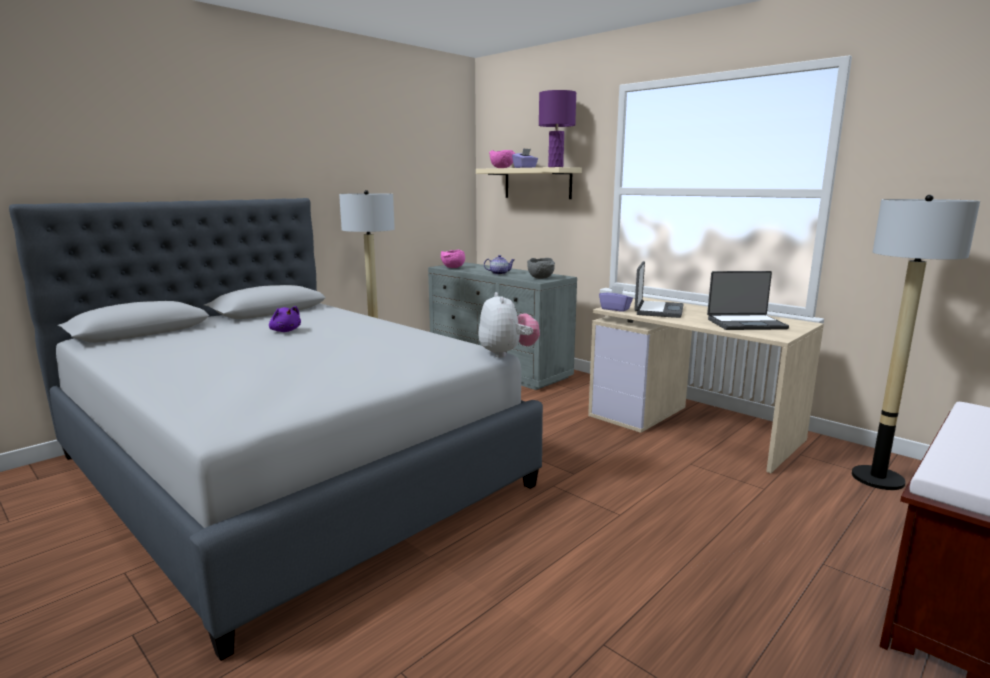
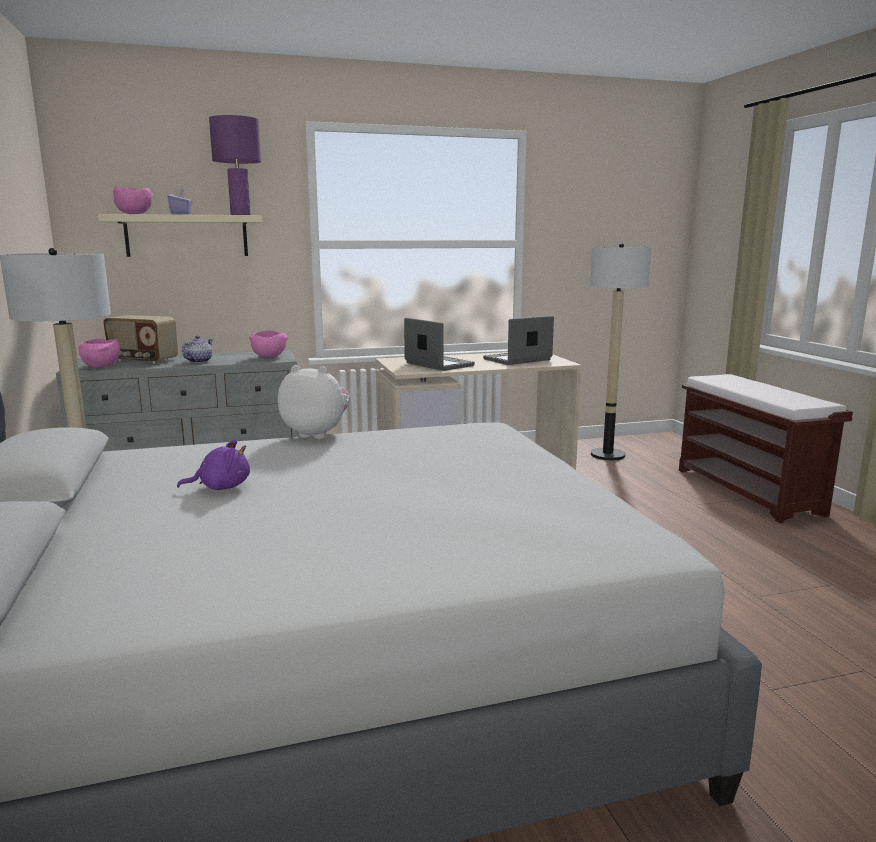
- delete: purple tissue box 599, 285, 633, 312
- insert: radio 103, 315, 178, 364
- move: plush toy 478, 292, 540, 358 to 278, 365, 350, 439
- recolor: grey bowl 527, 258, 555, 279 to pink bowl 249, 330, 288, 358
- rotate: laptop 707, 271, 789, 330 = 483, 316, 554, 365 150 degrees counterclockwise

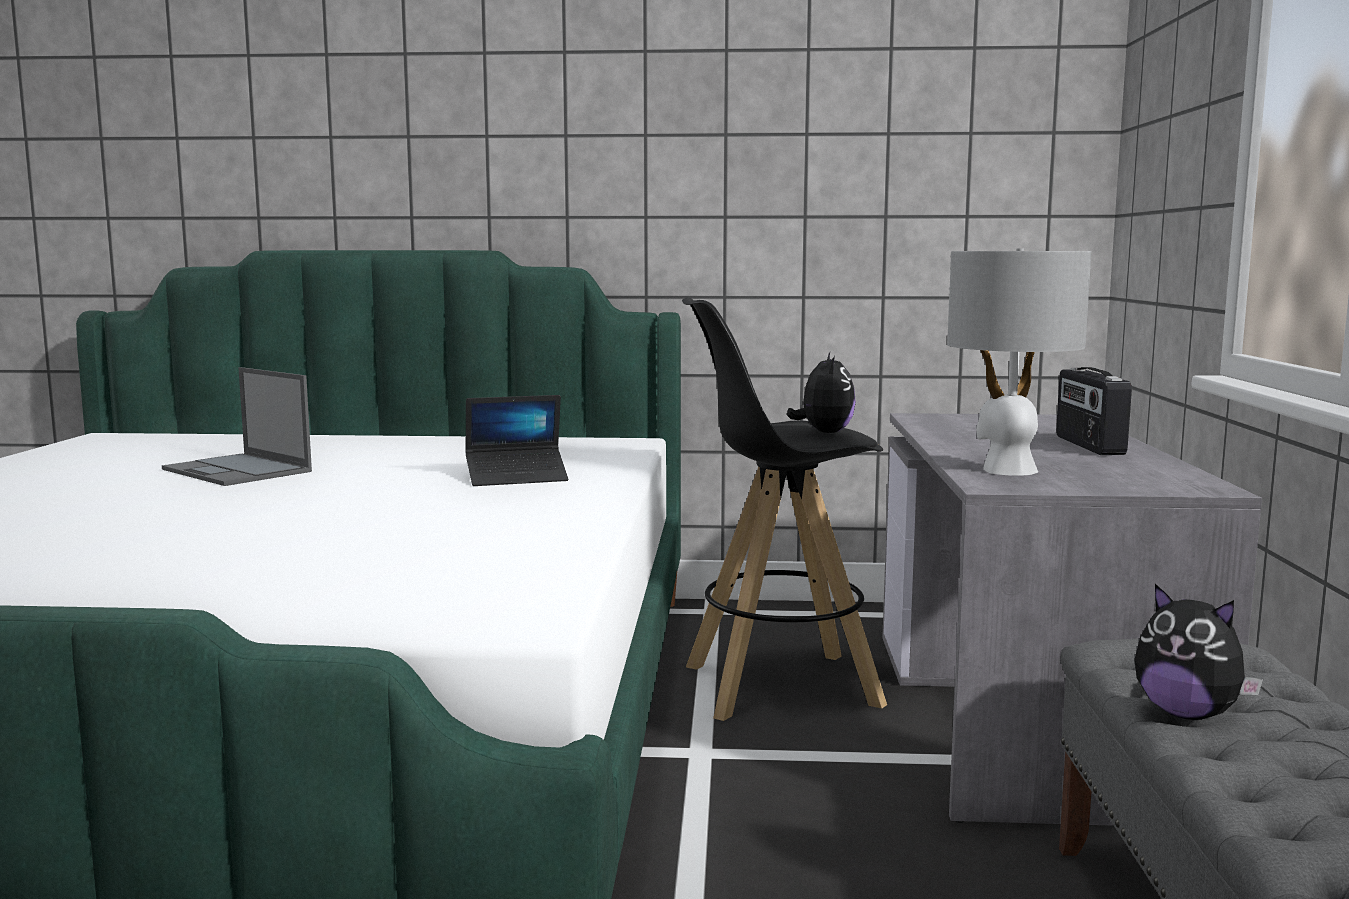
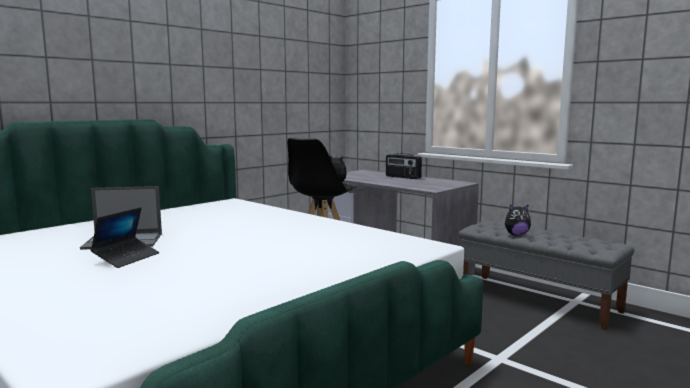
- delete: grey table lamp 947, 249, 1091, 476
- move: laptop 465, 395, 568, 486 to 91, 207, 159, 268

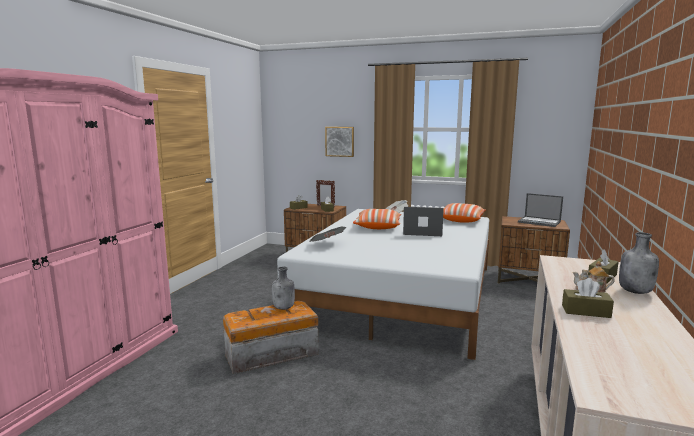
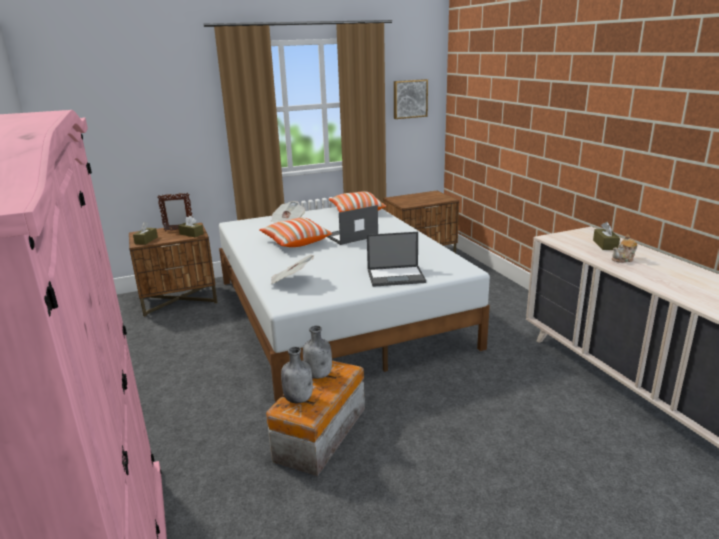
- delete: brown tissue box 562, 278, 614, 318
- move: picture 325, 127, 354, 157 to 394, 79, 428, 119
- move: laptop 518, 193, 563, 227 to 367, 232, 426, 287
- move: grey bottle 619, 232, 659, 294 to 281, 347, 313, 403

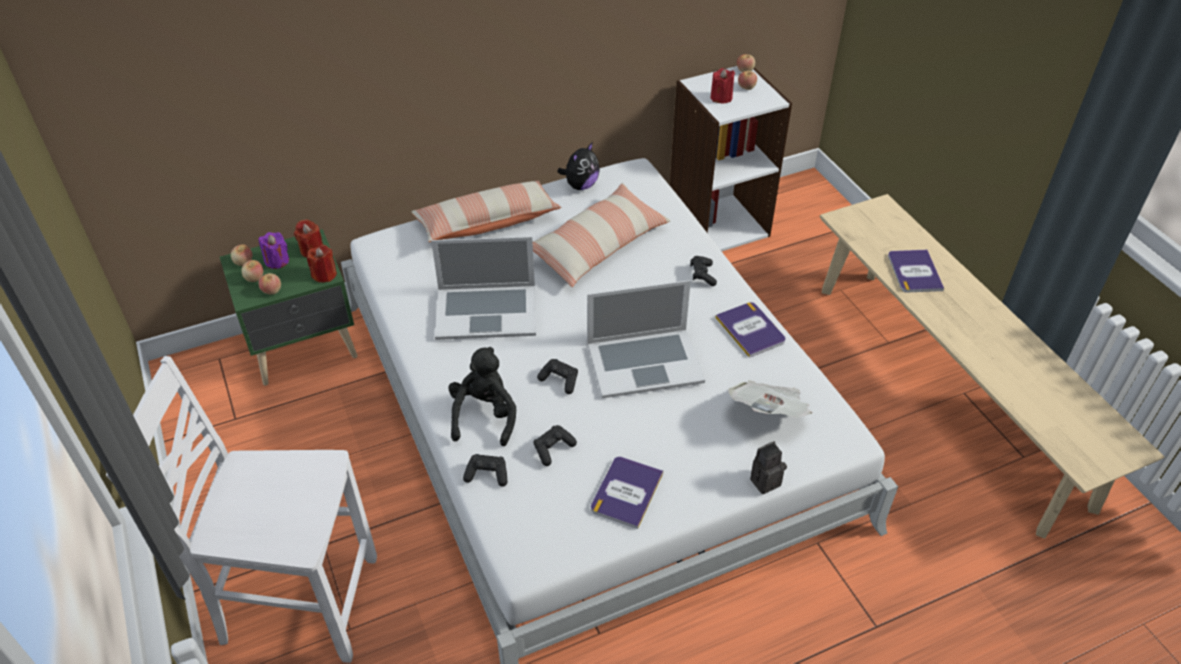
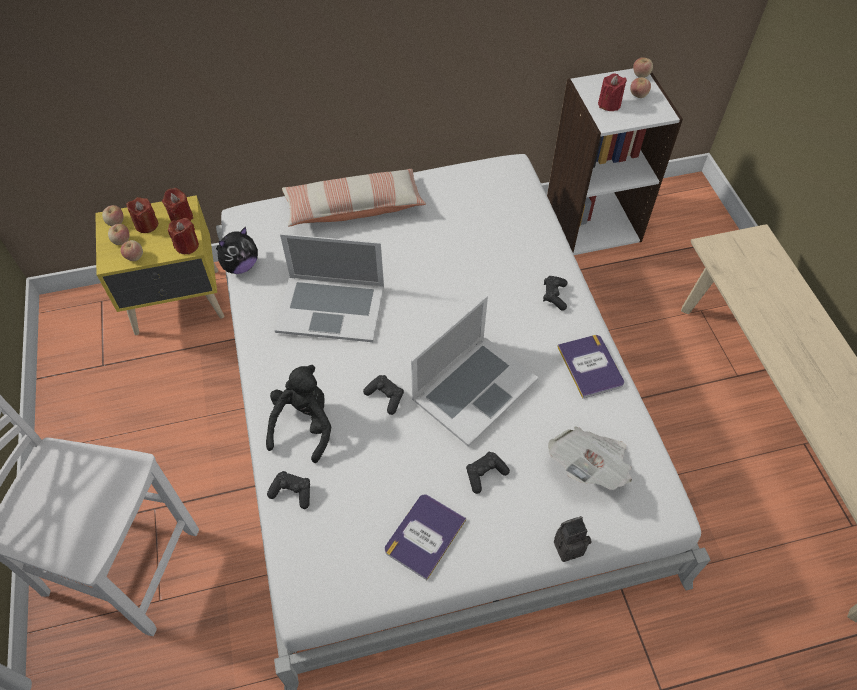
- delete: pillow 533, 182, 670, 287
- delete: book 888, 250, 944, 292
- move: black game controller 533, 425, 577, 466 to 466, 452, 510, 494
- move: plush toy 557, 142, 600, 190 to 216, 227, 258, 274
- recolor: green nightstand 220, 229, 358, 386 to yellow nightstand 95, 195, 224, 335
- recolor: purple candle 258, 232, 289, 269 to red candle 126, 197, 158, 233
- rotate: laptop 587, 280, 705, 398 = 411, 296, 539, 447 45 degrees counterclockwise

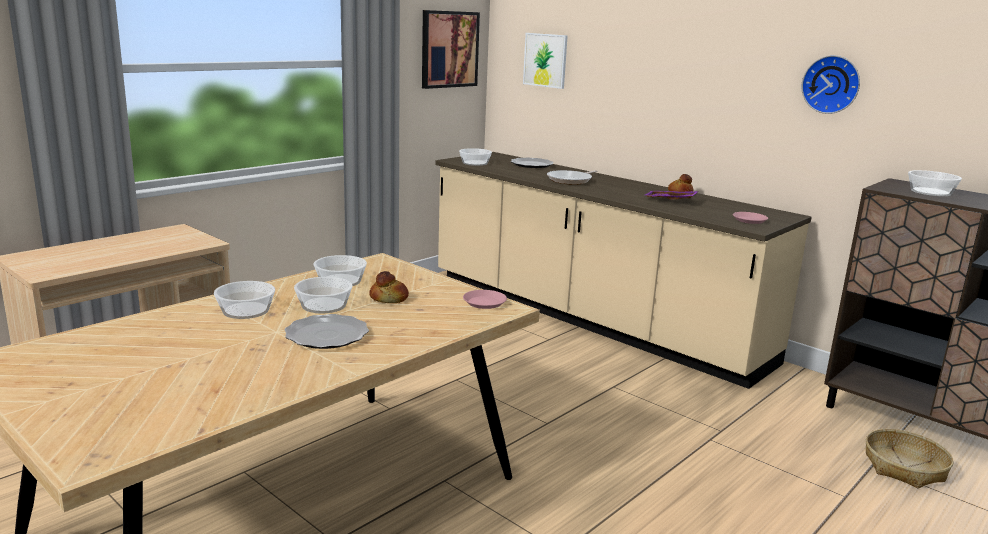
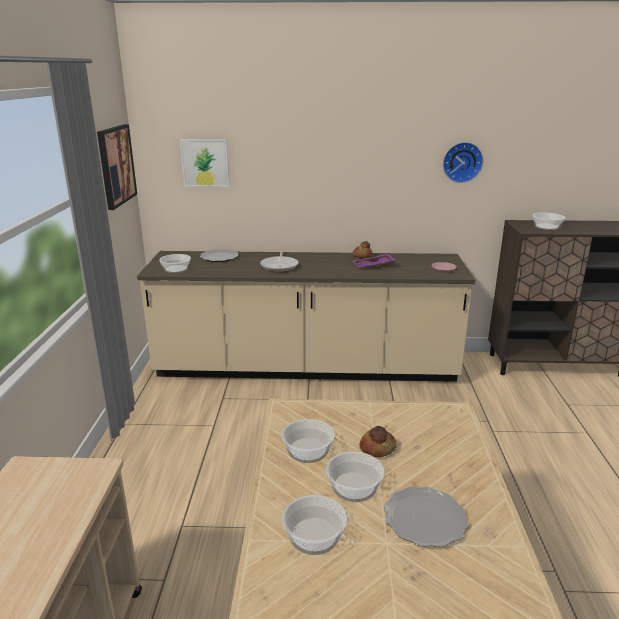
- delete: pink plate 463, 290, 507, 309
- delete: basket 866, 429, 954, 488

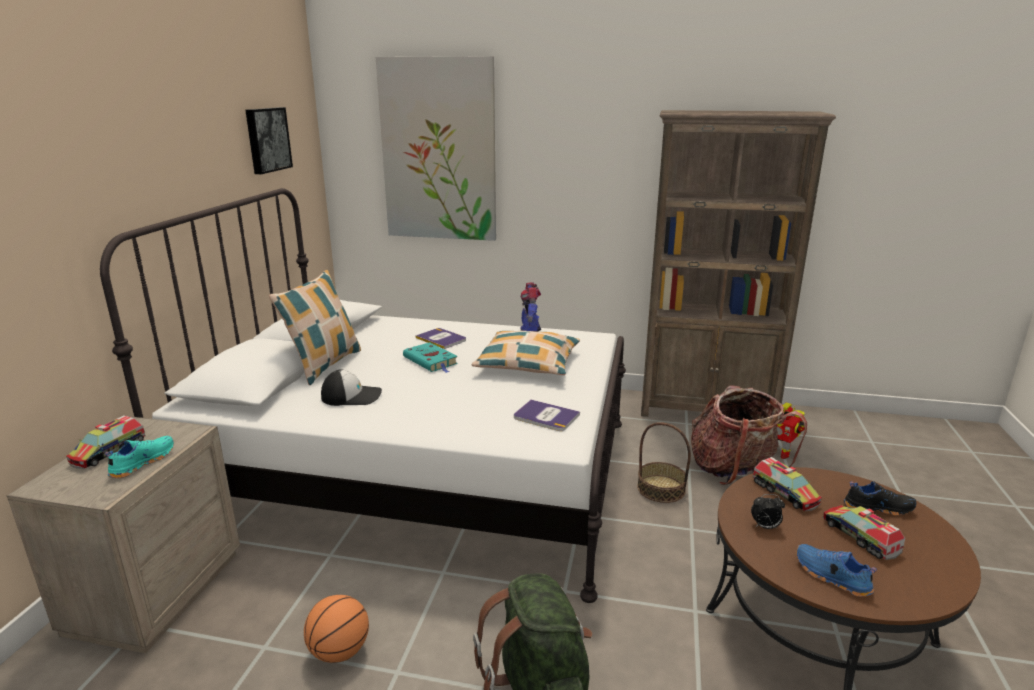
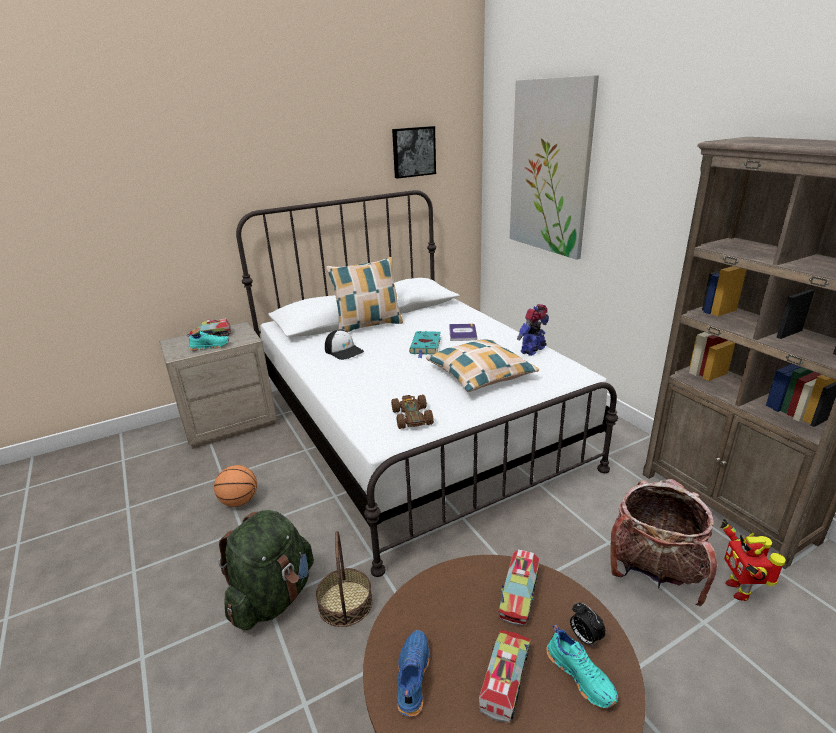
- move: basket 637, 422, 691, 503 to 316, 531, 373, 627
- move: alarm clock 751, 494, 785, 529 to 570, 603, 606, 648
- replace: book 514, 400, 580, 431 to brown toy car 391, 395, 434, 429
- recolor: black shoe 843, 481, 917, 516 to turquoise shoe 546, 624, 618, 708

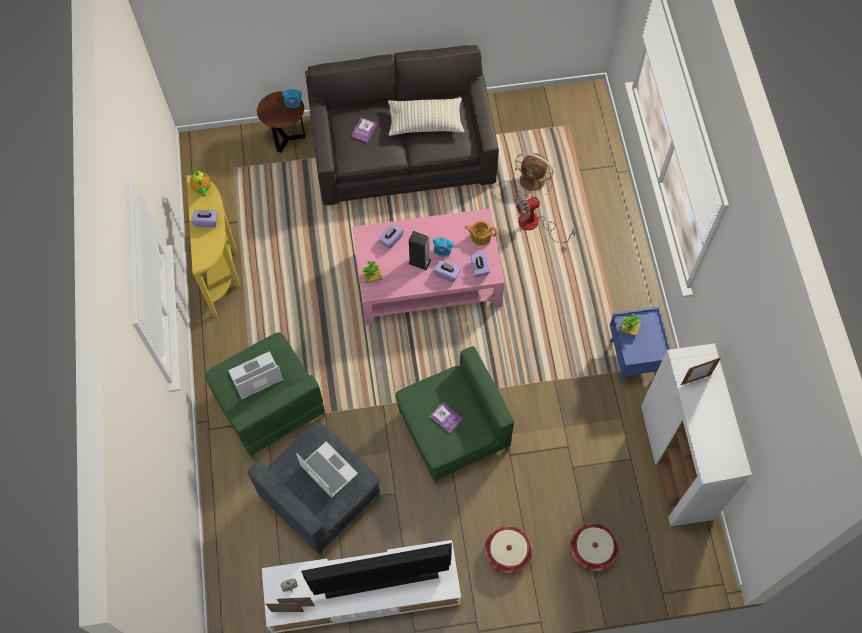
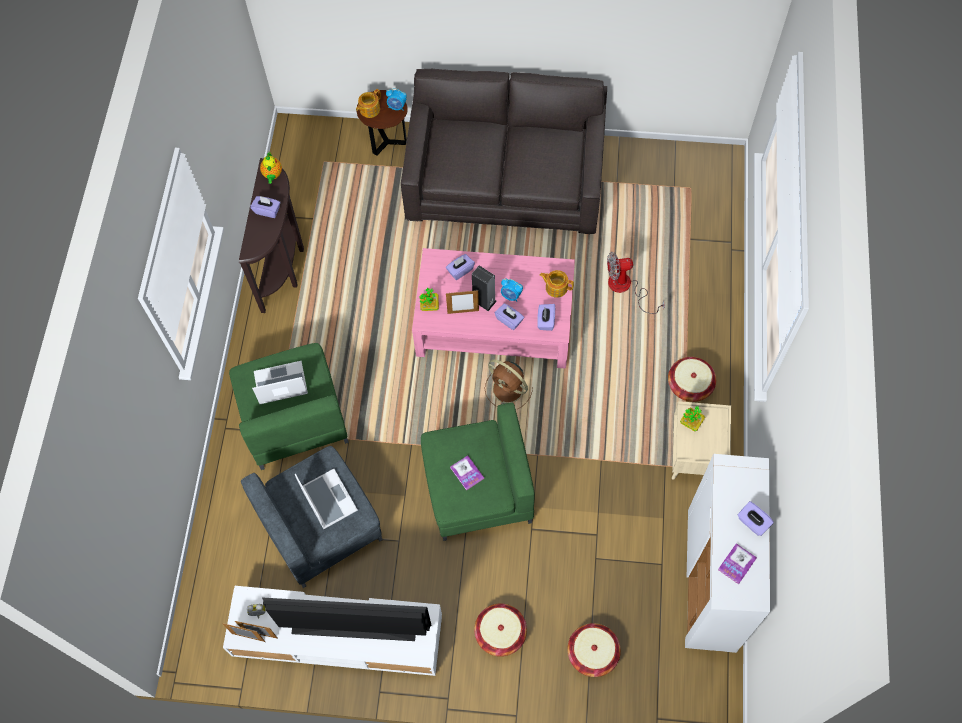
- delete: pillow 388, 97, 465, 136
- insert: teapot 356, 89, 381, 118
- insert: basket 668, 357, 716, 402
- insert: purple tissue box 737, 501, 774, 536
- move: book 351, 118, 377, 142 to 718, 543, 757, 584
- move: brown fan 513, 153, 554, 196 to 484, 359, 533, 409
- move: picture frame 681, 357, 721, 385 to 446, 290, 479, 314
- recolor: yellow console table 186, 175, 240, 317 to brown console table 239, 158, 304, 313
- recolor: blue nightstand 610, 307, 671, 383 to beige nightstand 672, 401, 731, 480

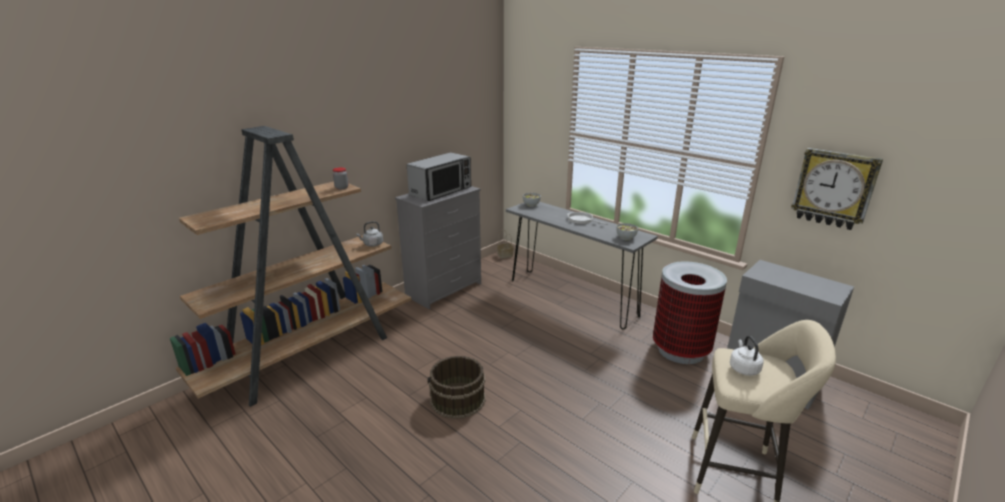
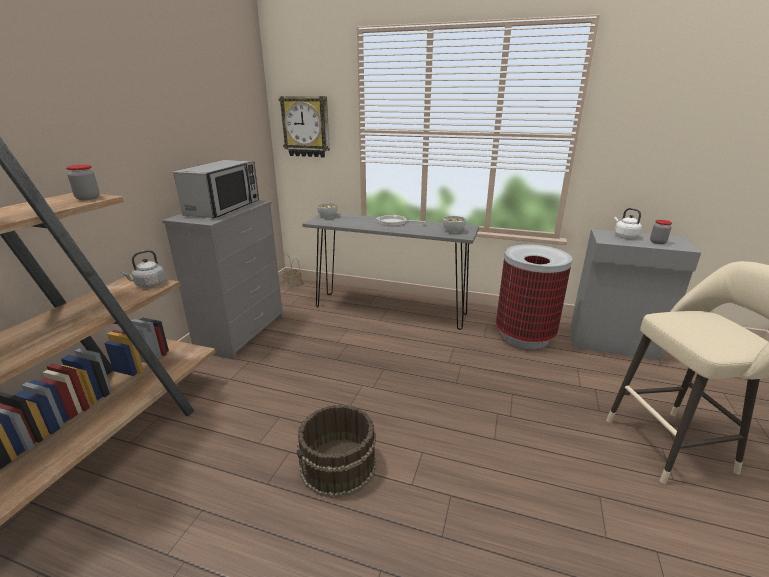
- insert: jar 650, 220, 672, 244
- move: white kettle 730, 336, 763, 376 to 614, 208, 642, 238
- move: wall clock 791, 148, 883, 230 to 279, 96, 330, 158

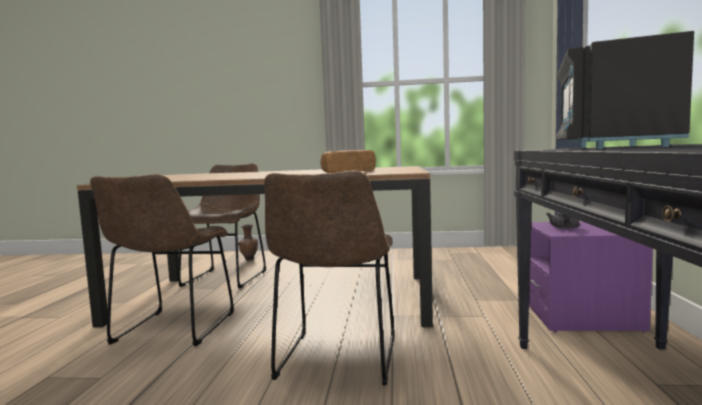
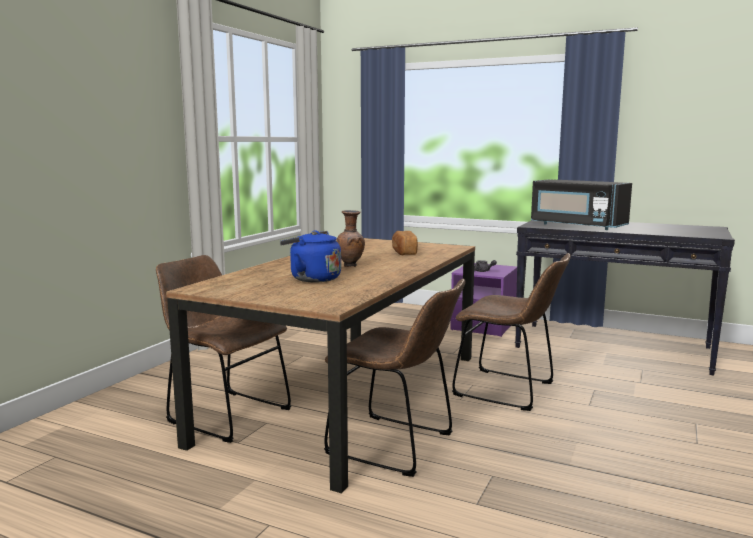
- insert: blue kettle 280, 230, 341, 283
- move: brown vase 238, 224, 258, 261 to 336, 210, 365, 267

